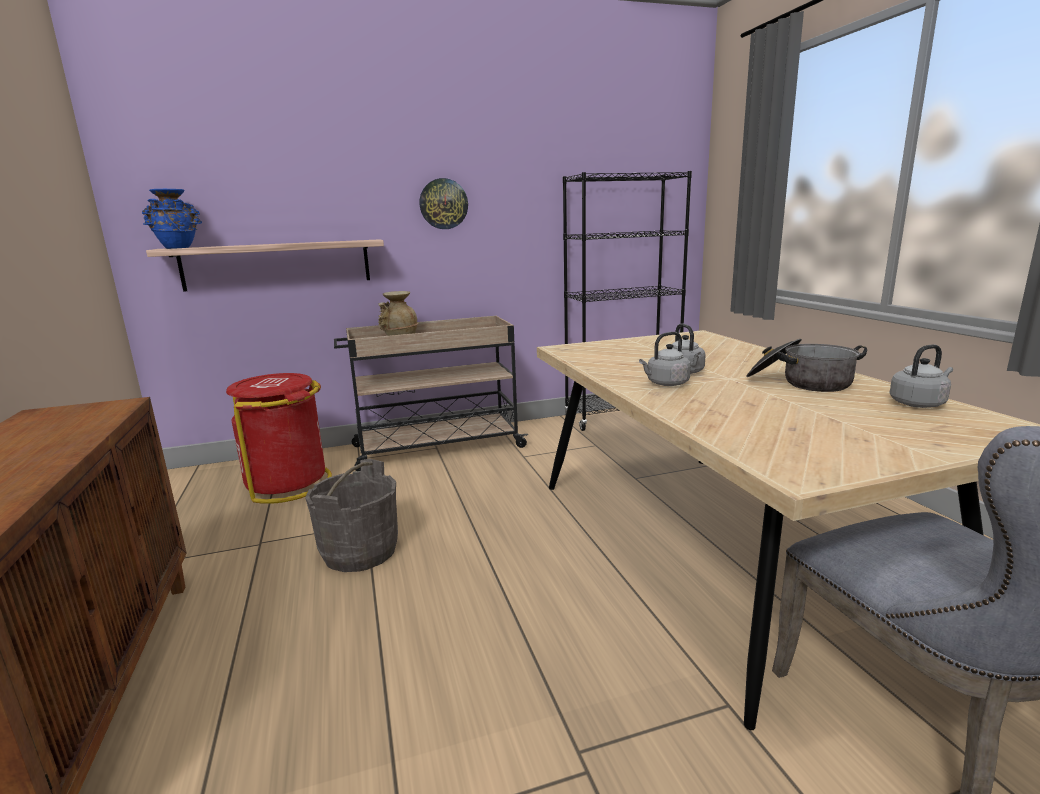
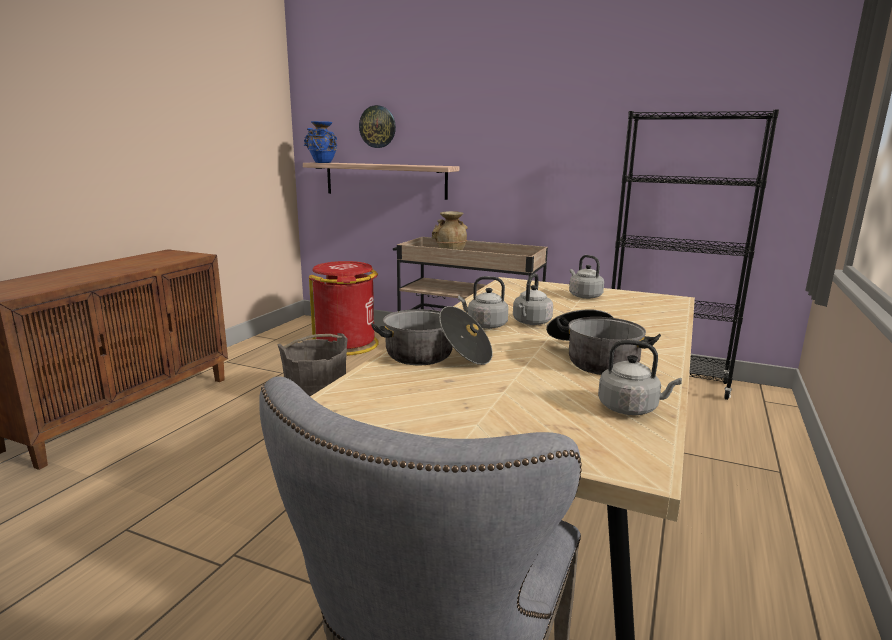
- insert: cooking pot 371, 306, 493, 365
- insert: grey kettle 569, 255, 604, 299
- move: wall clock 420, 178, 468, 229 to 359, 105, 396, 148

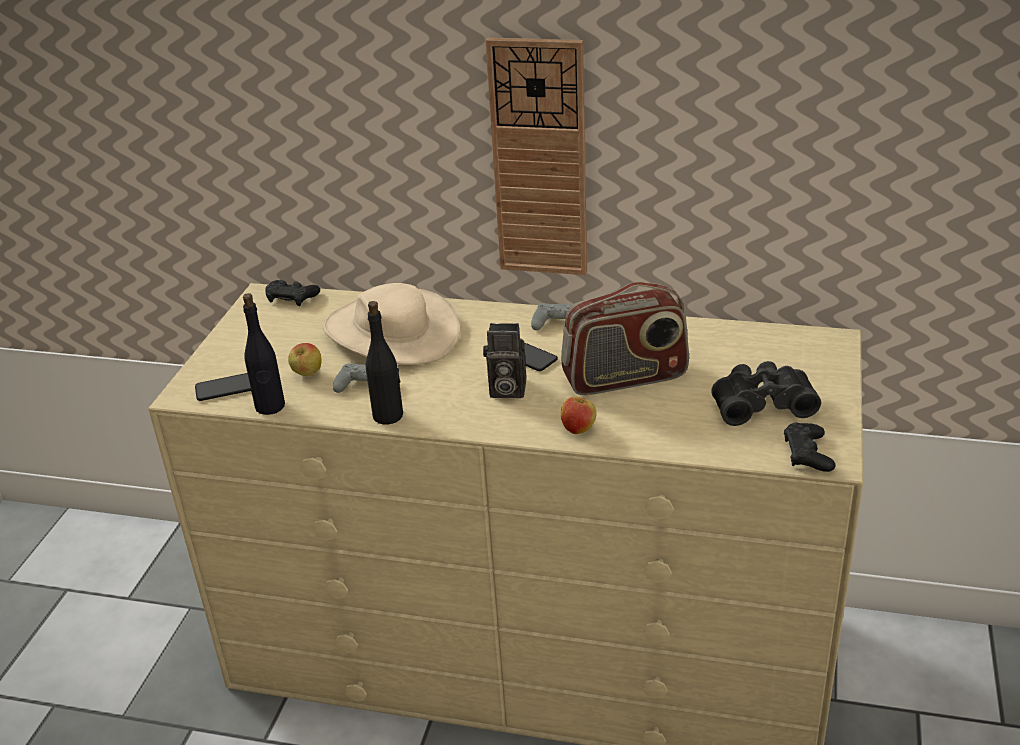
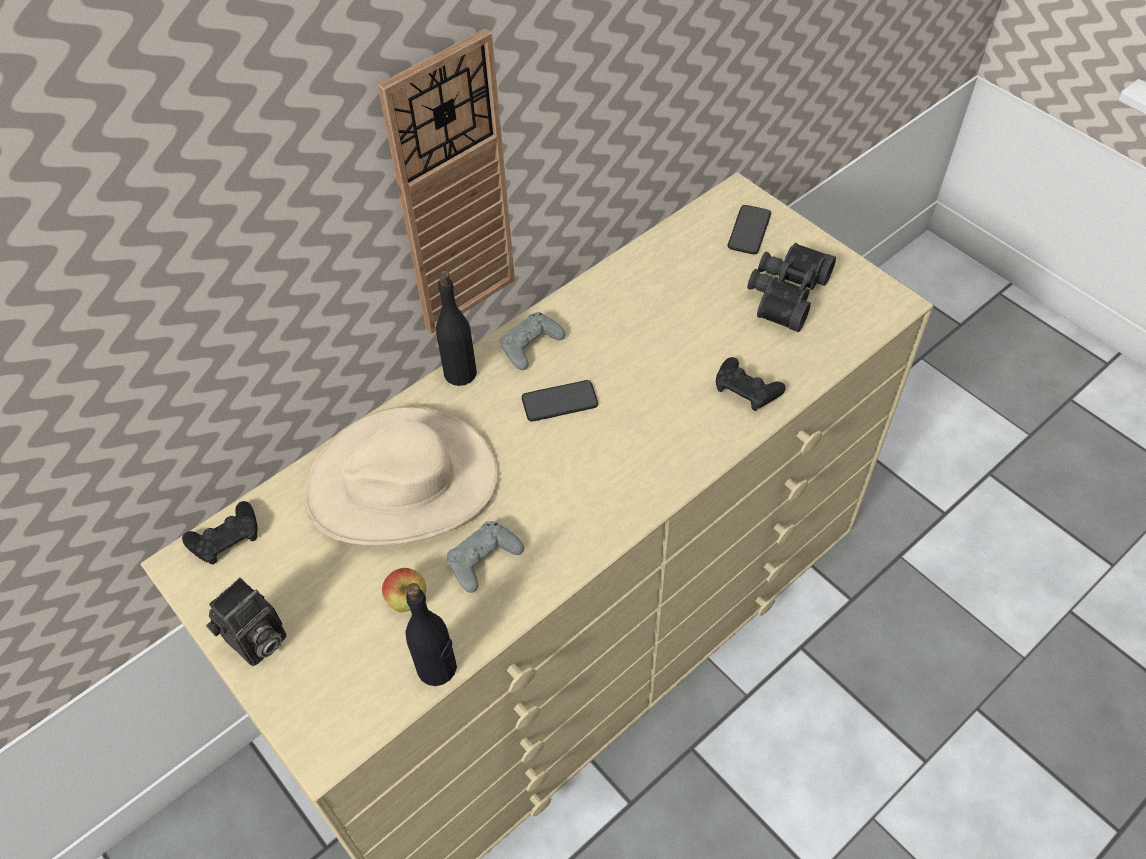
- delete: radio 561, 282, 689, 395
- delete: apple 561, 394, 597, 434
- move: phone 195, 373, 251, 401 to 727, 205, 771, 254
- move: black bottle 366, 301, 403, 425 to 436, 270, 477, 386
- move: photo camera 483, 323, 526, 398 to 206, 578, 287, 667
- move: black game controller 784, 422, 835, 472 to 716, 357, 786, 411

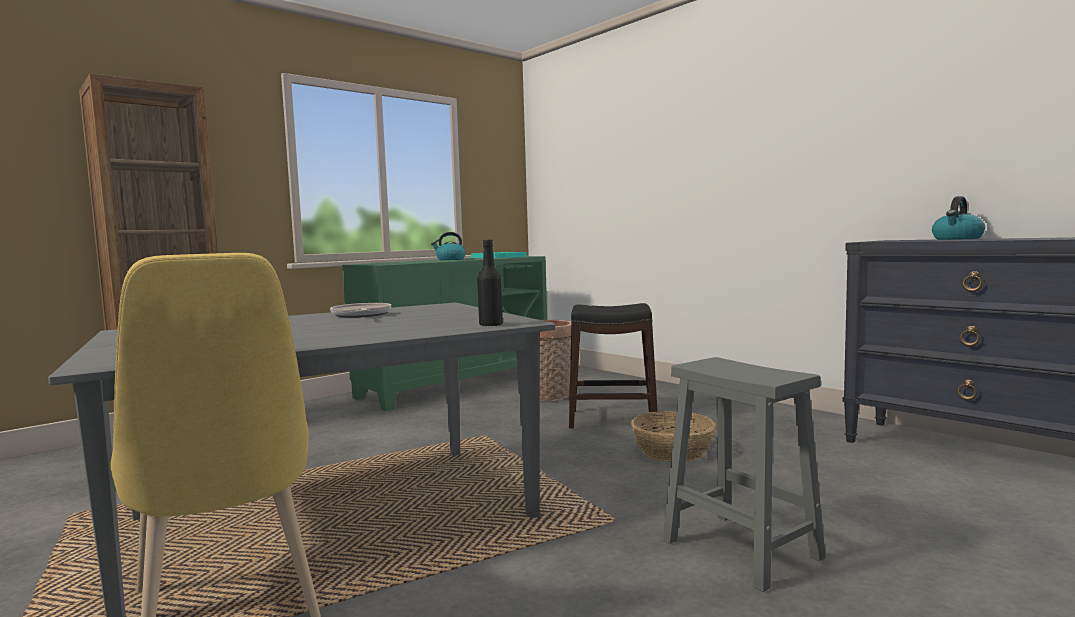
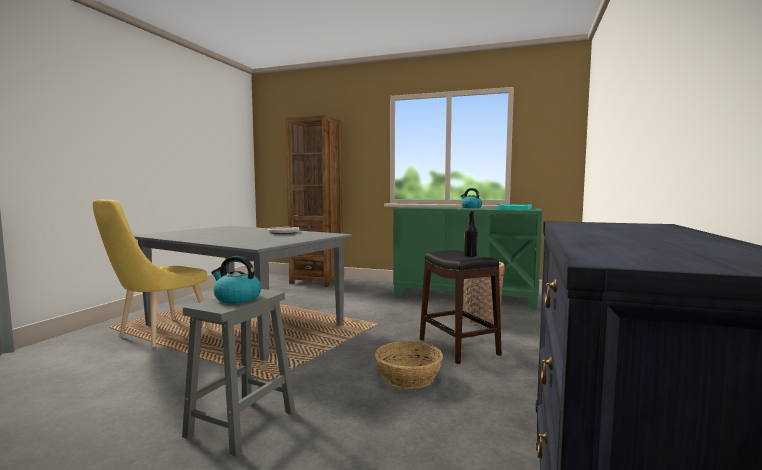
- move: black bottle 477, 240, 503, 327 to 464, 211, 478, 257
- move: kettle 932, 196, 985, 240 to 211, 256, 261, 303

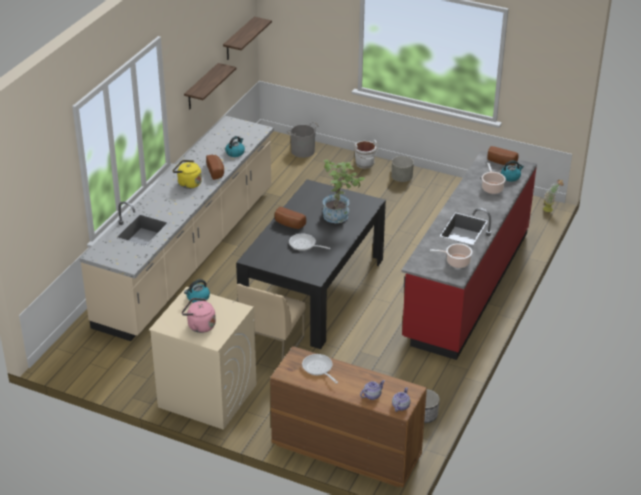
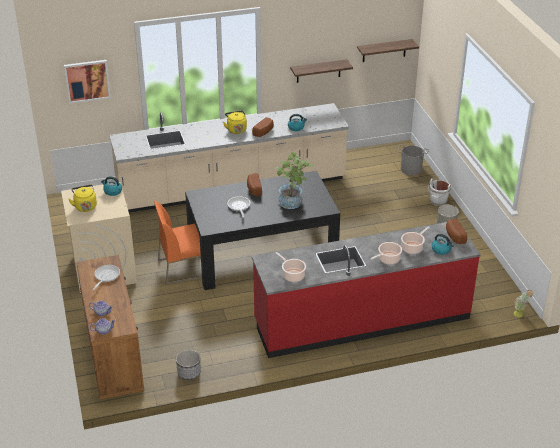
- insert: picture 64, 60, 111, 104
- insert: cooking pot 370, 242, 402, 264
- recolor: pink kettle 182, 298, 216, 333 to yellow kettle 69, 185, 97, 212
- recolor: beige chair 237, 284, 306, 362 to orange chair 154, 201, 202, 285

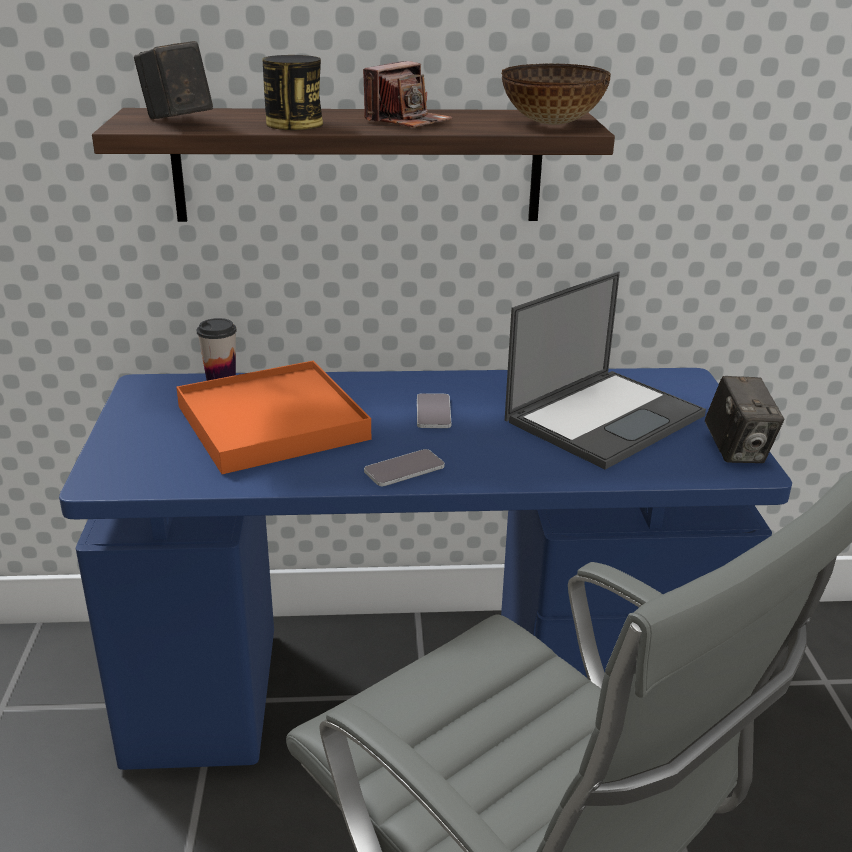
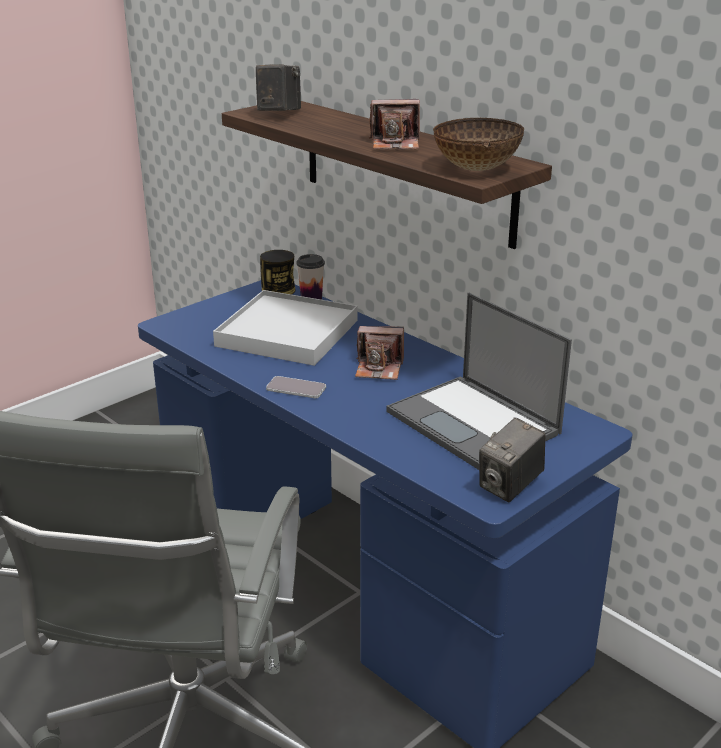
- move: can 262, 55, 323, 130 to 260, 250, 296, 295
- replace: phone 417, 393, 451, 428 to photo camera 355, 326, 404, 380
- recolor: orange tray 176, 360, 371, 474 to white tray 213, 290, 358, 366
- rotate: laptop 505, 271, 706, 470 = 386, 293, 572, 470 45 degrees clockwise

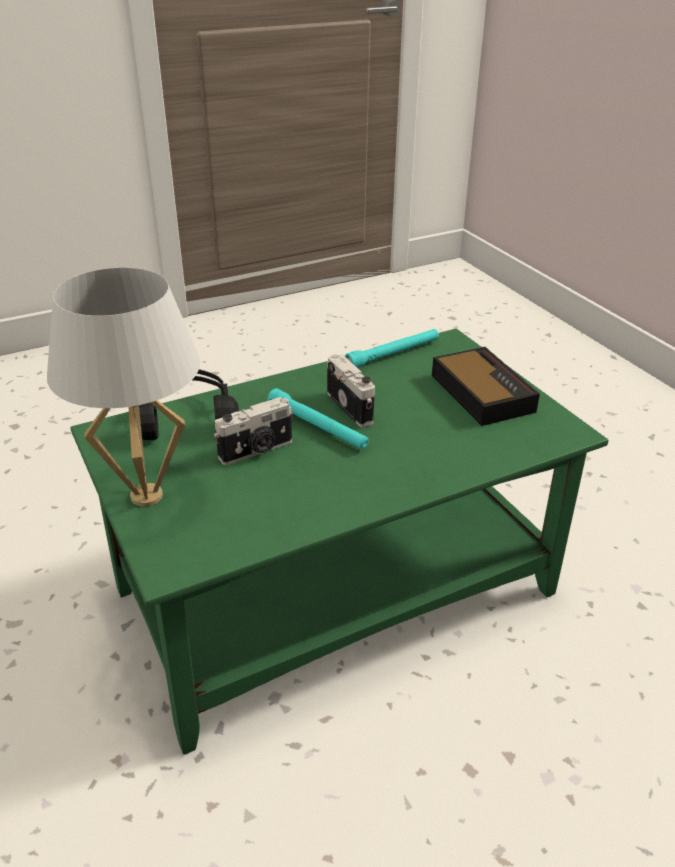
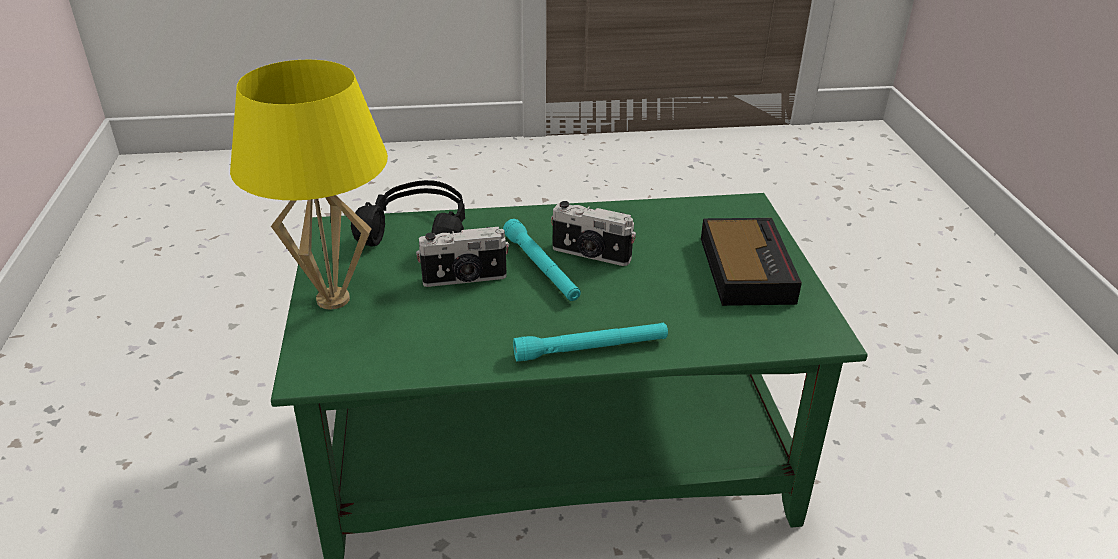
- move: turquoise flashlight 345, 329, 439, 368 to 513, 323, 668, 362
- recolor: white table lamp 47, 268, 200, 506 to yellow table lamp 230, 60, 388, 309
- rotate: photo camera 327, 354, 375, 427 = 551, 201, 636, 266 120 degrees clockwise

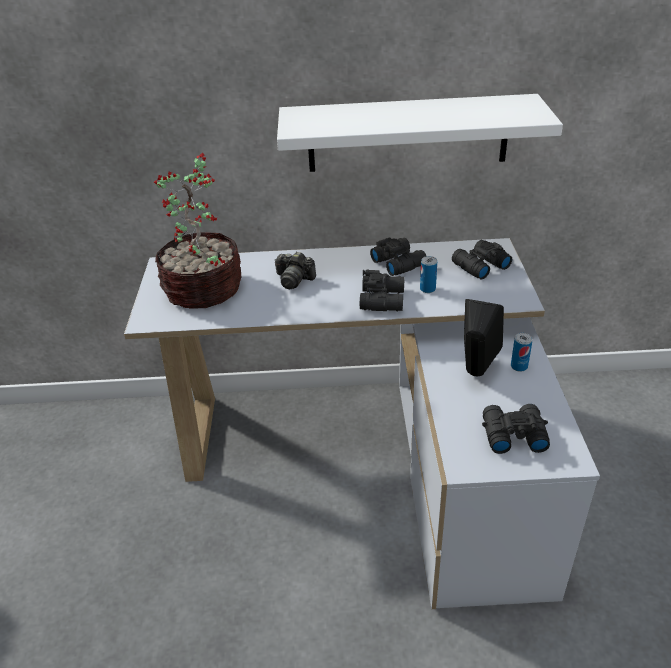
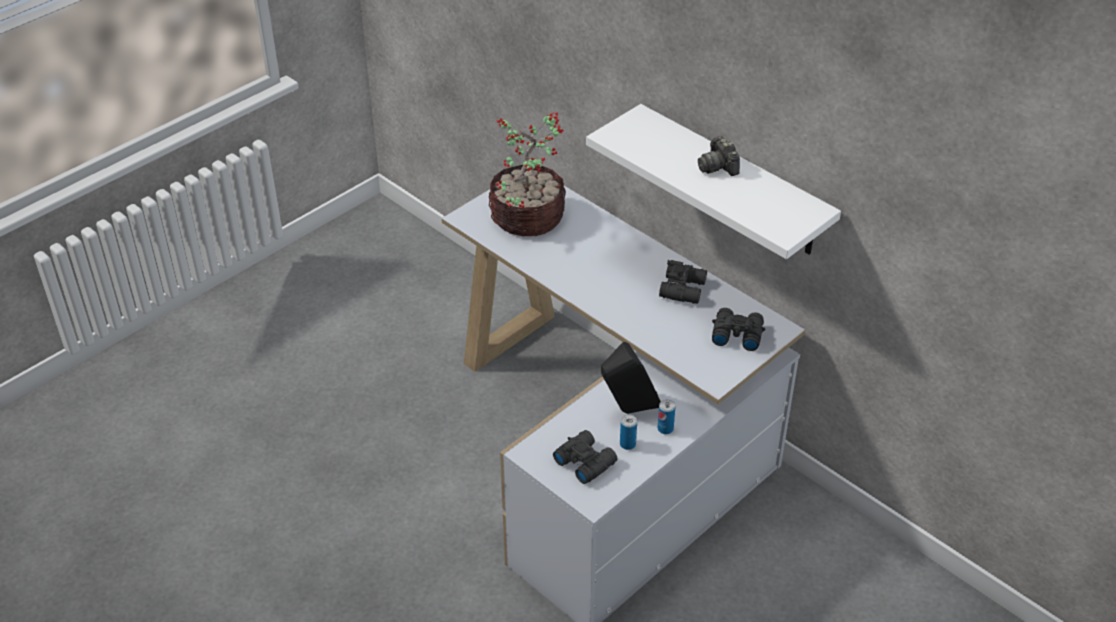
- delete: black binoculars 360, 270, 405, 311
- move: photo camera 275, 251, 316, 289 to 698, 136, 740, 176
- move: can 420, 256, 437, 293 to 620, 415, 637, 450

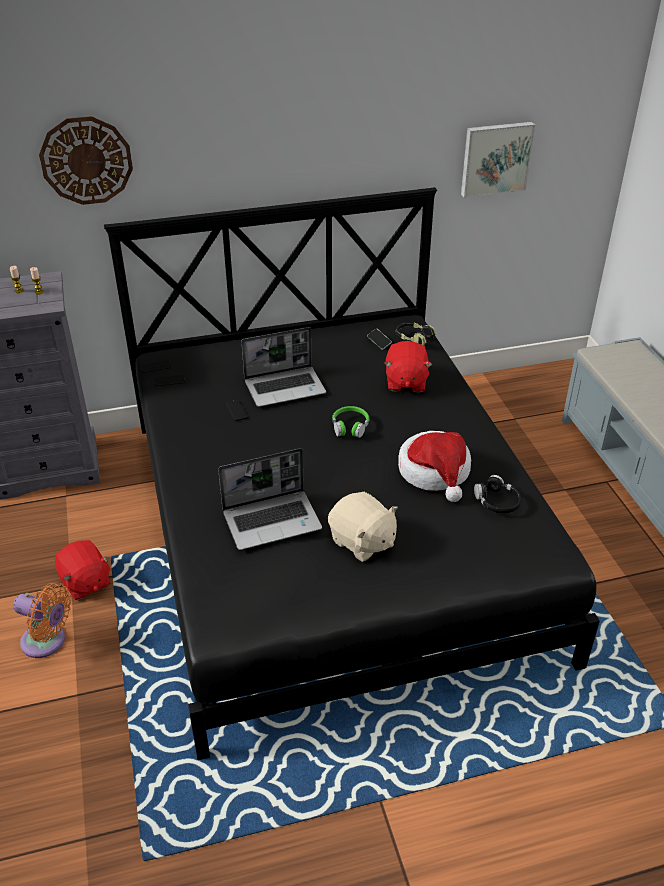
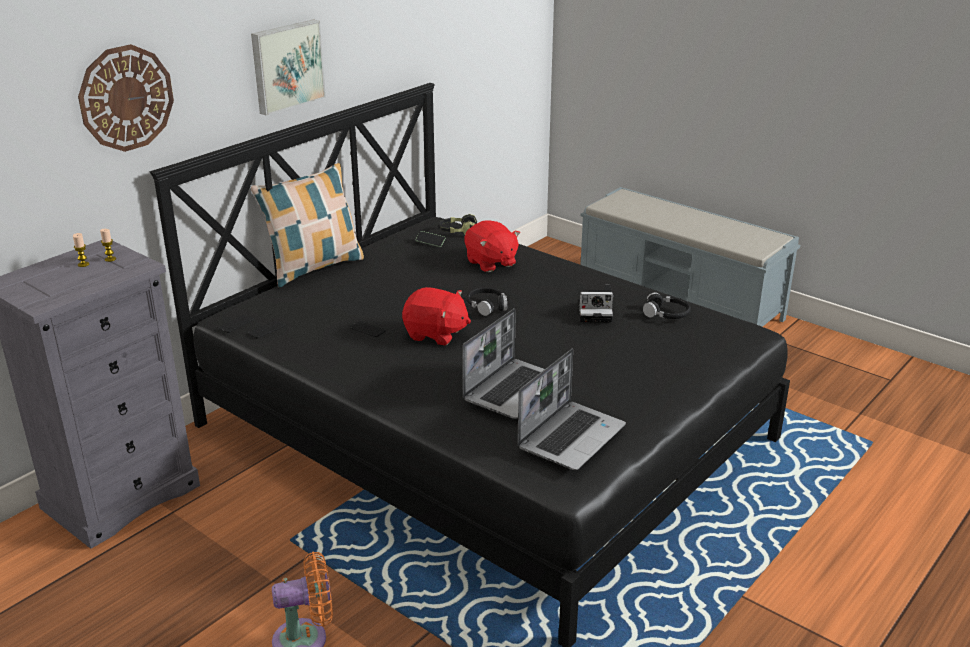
- delete: beige plush toy 328, 492, 398, 562
- insert: pillow 251, 163, 364, 288
- move: red plush toy 55, 540, 110, 600 to 402, 287, 471, 345
- move: laptop 241, 327, 326, 407 to 517, 349, 626, 470
- move: picture 461, 122, 535, 198 to 251, 19, 326, 116
- replace: hat 398, 431, 471, 502 to photo camera 578, 285, 613, 322
- recolor: green headphones 332, 406, 369, 438 to black headphones 467, 287, 507, 316

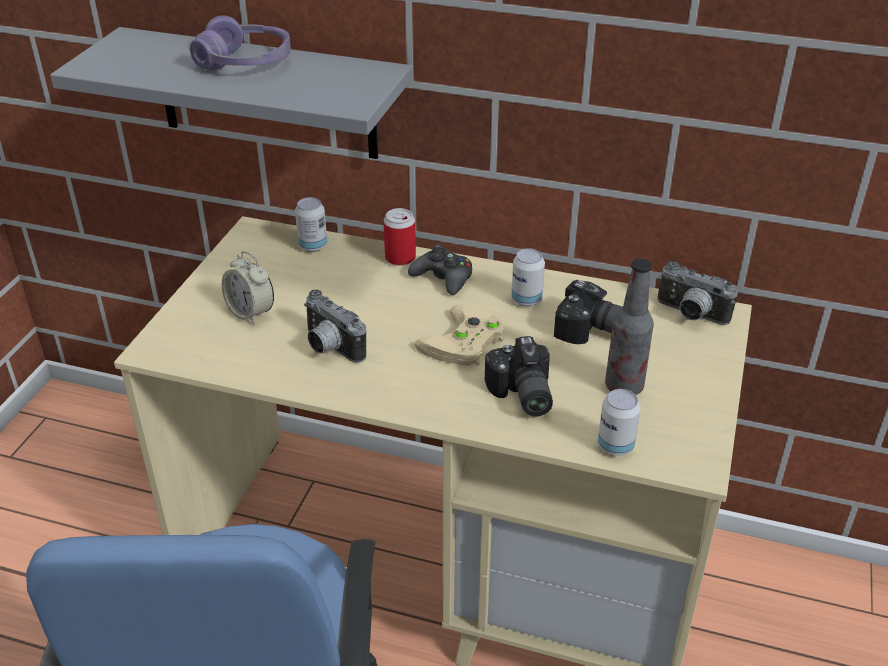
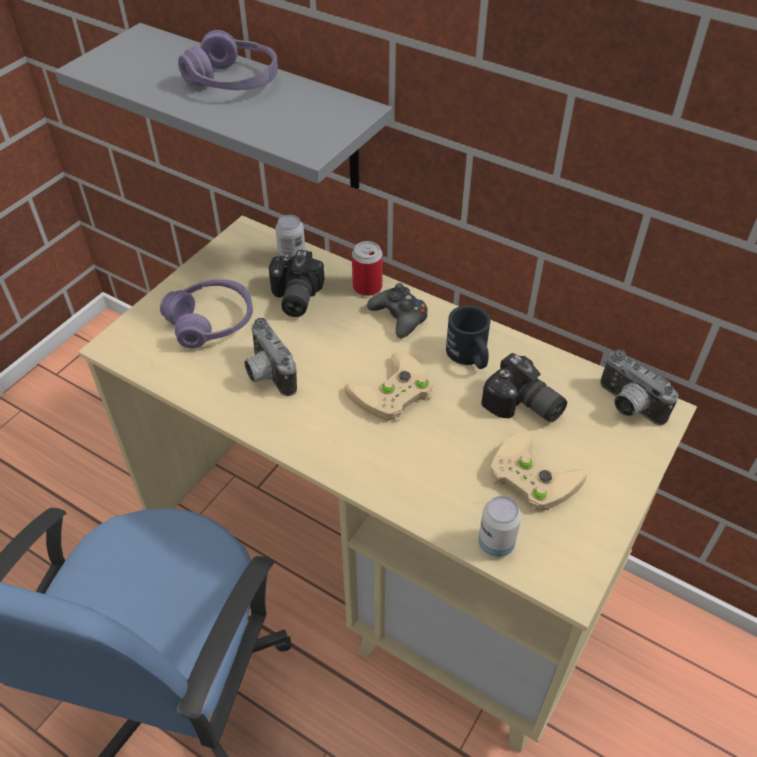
- move: photo camera 485, 336, 553, 417 to 269, 250, 324, 317
- replace: alarm clock 222, 251, 274, 324 to purple headphones 160, 279, 253, 348
- replace: can 511, 248, 545, 307 to black mug 446, 305, 491, 369
- replace: bottle 605, 258, 654, 395 to beige game controller 491, 431, 587, 513

